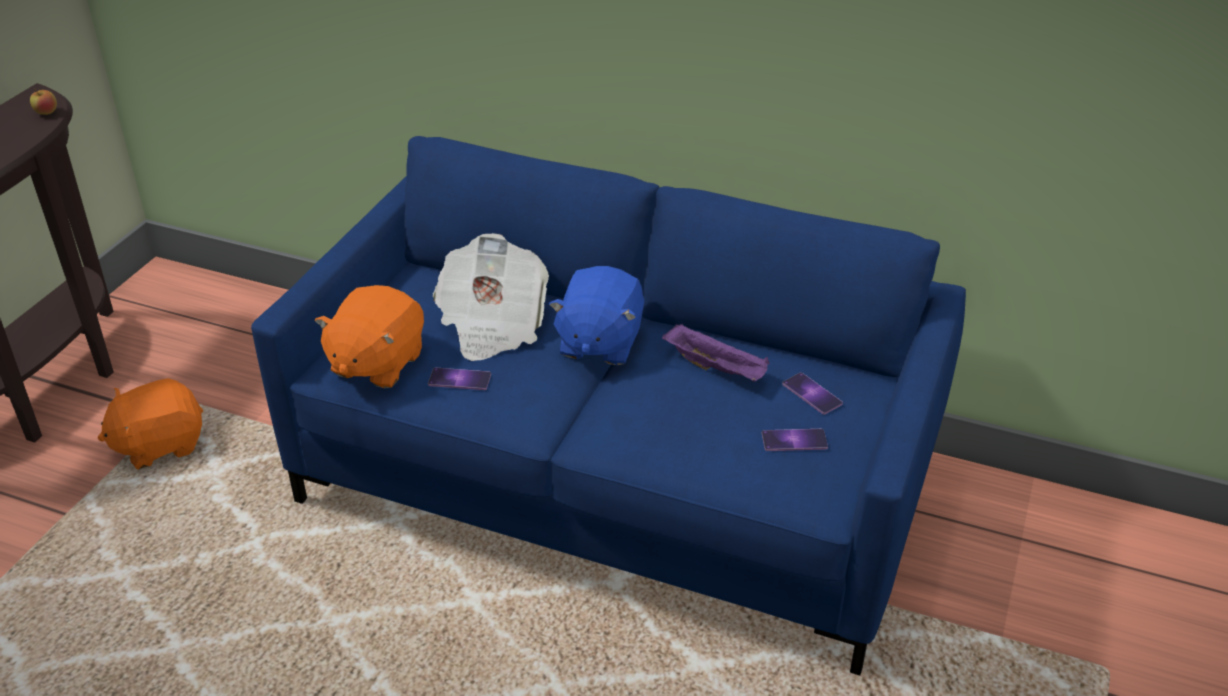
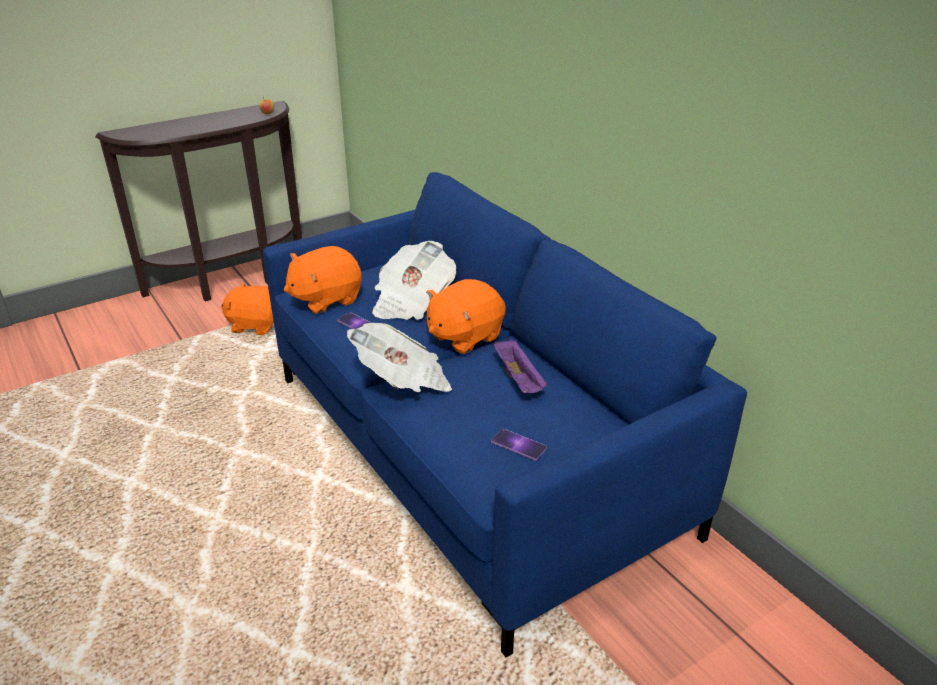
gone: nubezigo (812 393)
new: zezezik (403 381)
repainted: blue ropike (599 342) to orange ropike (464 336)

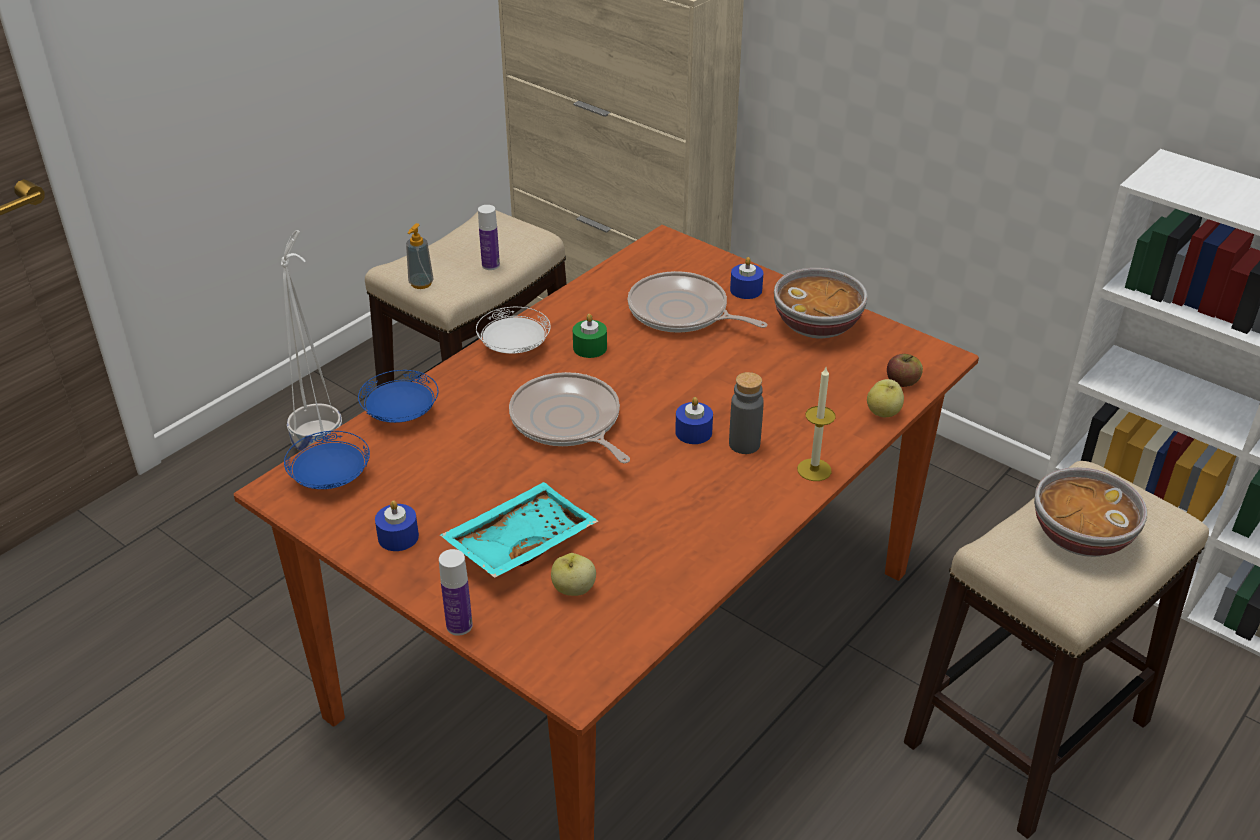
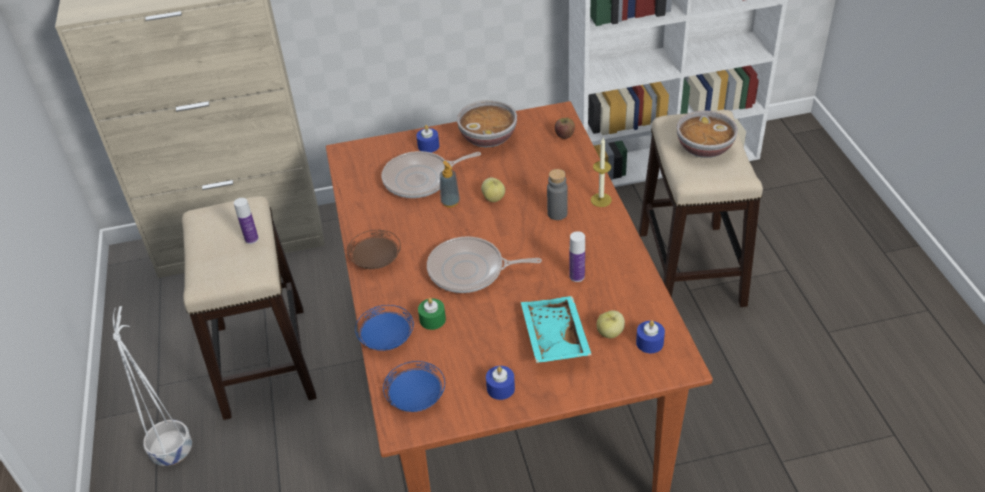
shifted: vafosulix (421 283) to (450 202); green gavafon (590 348) to (432 319); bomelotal (884 412) to (493 198); blue gavafon (693 432) to (649 342); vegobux (459 625) to (577 276)
repainted: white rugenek (515 347) to brown rugenek (376 260)

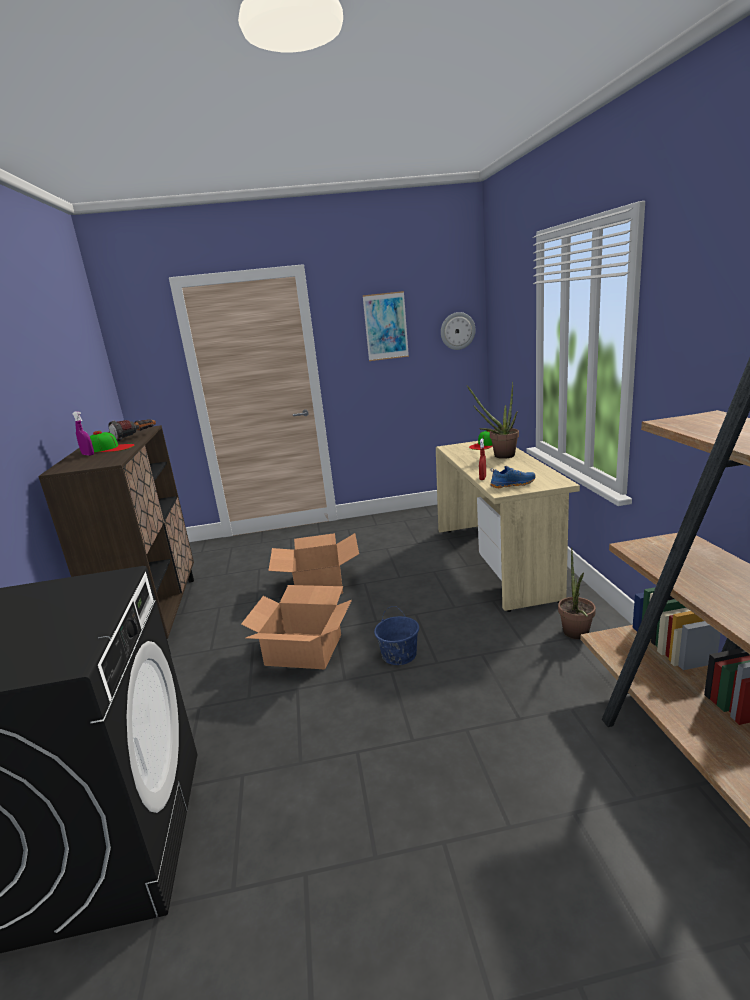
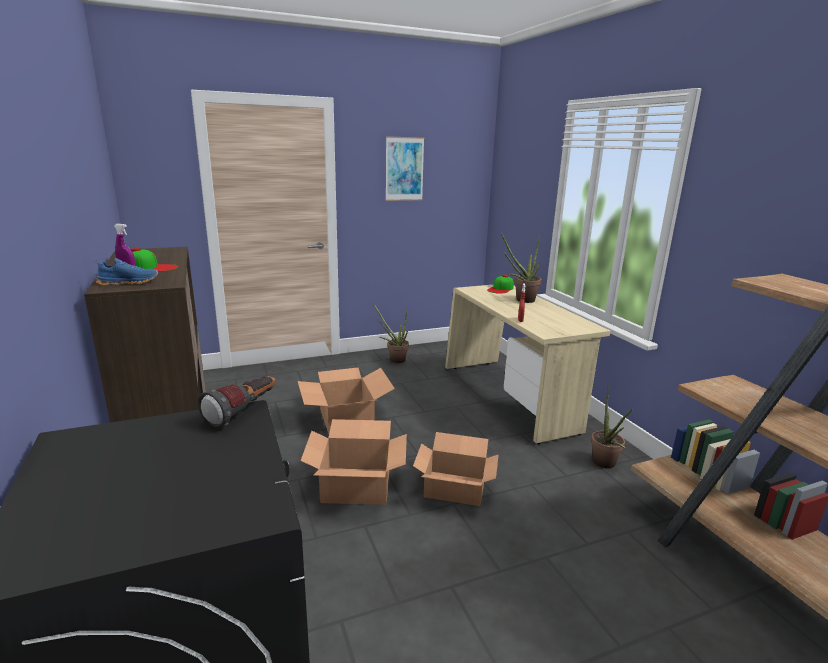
gone: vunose (457 331)
new: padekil (394 359)
shifted: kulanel (136 437) to (244 412); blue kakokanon (512 484) to (129 282)
swapped: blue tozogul (399 654) to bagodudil (454 487)

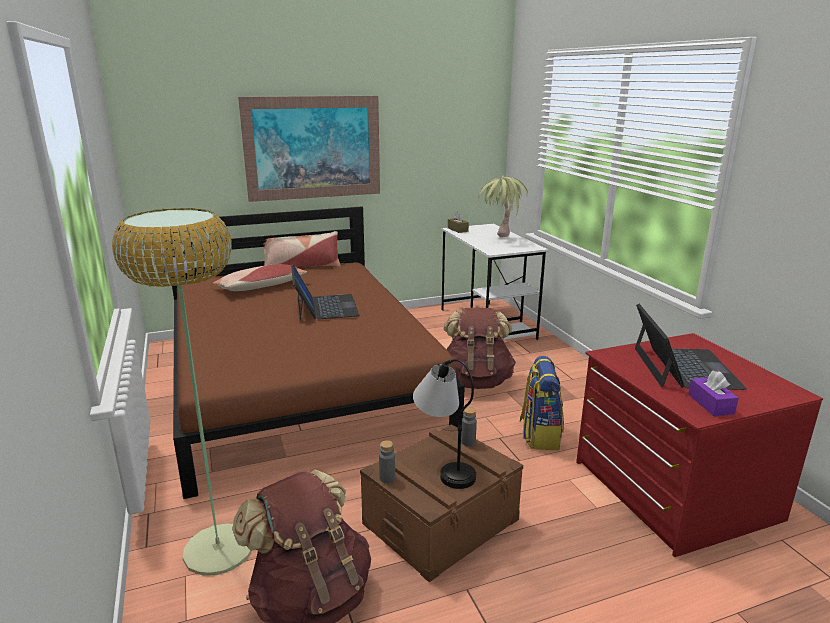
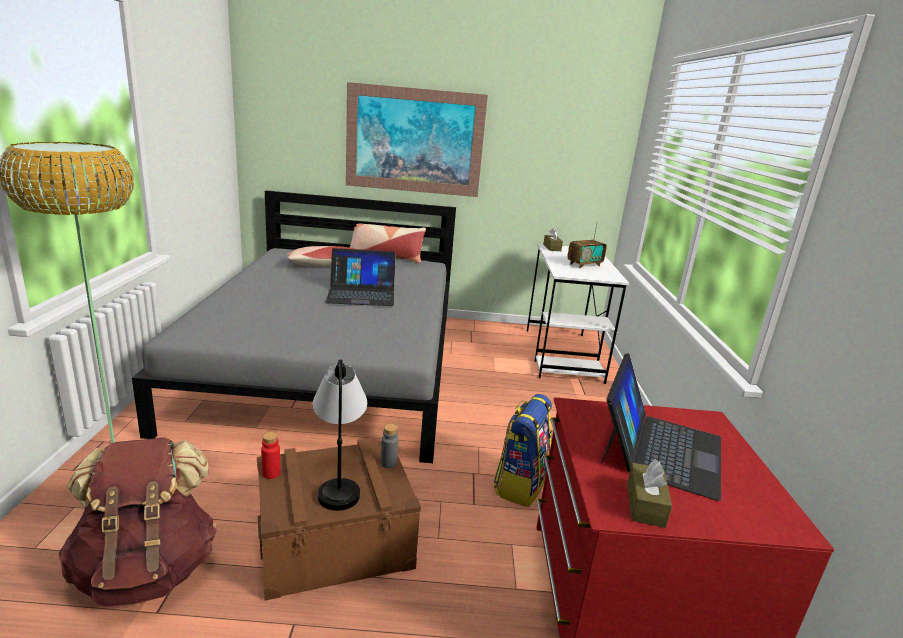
gone: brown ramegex (476 381)
swapped: padekil (499 240) to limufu (584 265)
repainted: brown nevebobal (300 381) to grey nevebobal (332 363); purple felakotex (710 404) to brown felakotex (645 504); grey vegobux (387 478) to red vegobux (271 473)
rotated: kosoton (325 307) = (361 294) 75 degrees clockwise

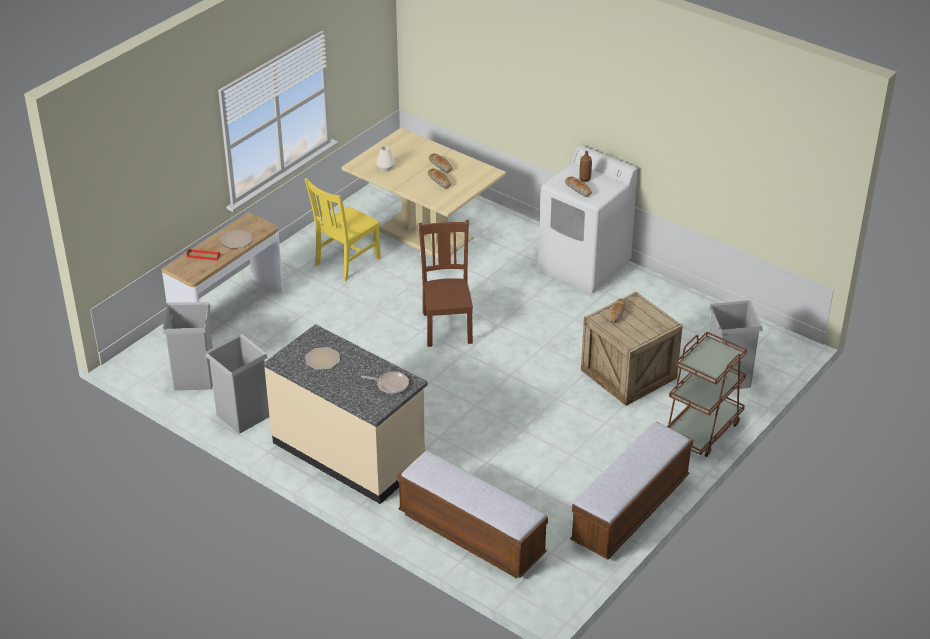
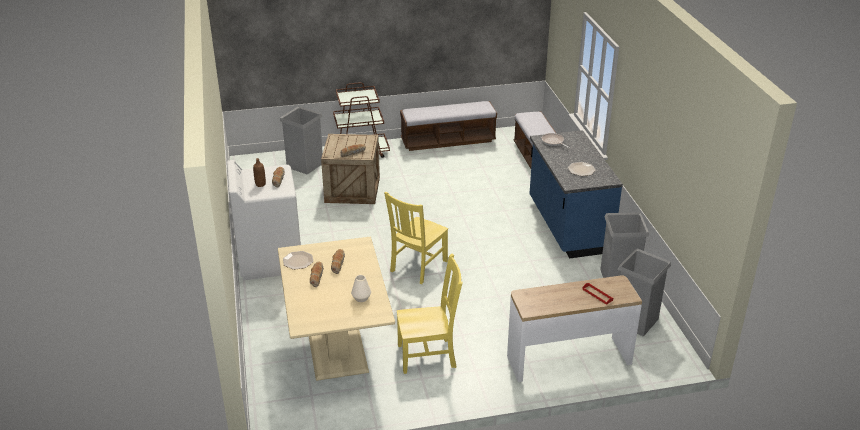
shifted: rugenek (236 240) to (298 261)
repainted: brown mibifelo (447 326) to yellow mibifelo (417 267); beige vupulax (349 452) to blue vupulax (567 226)

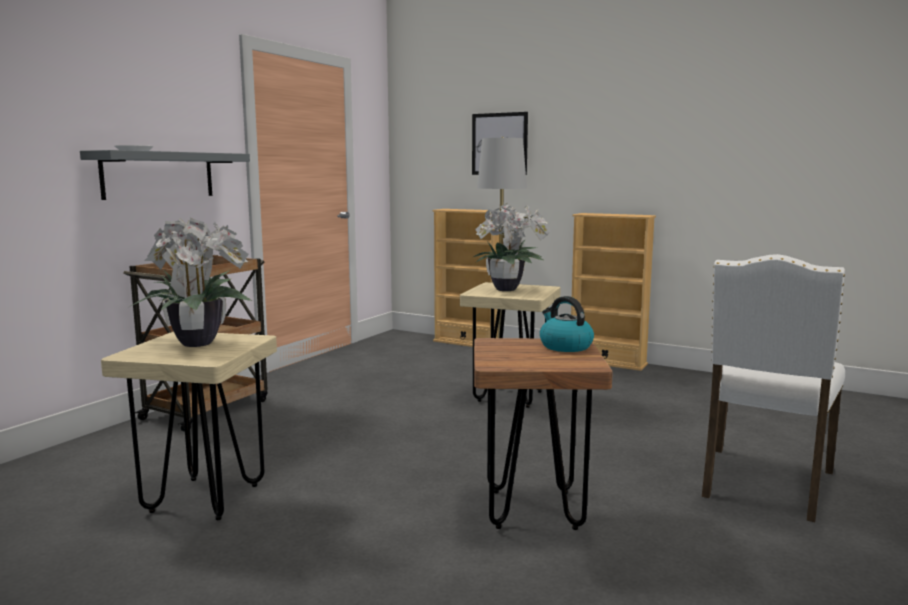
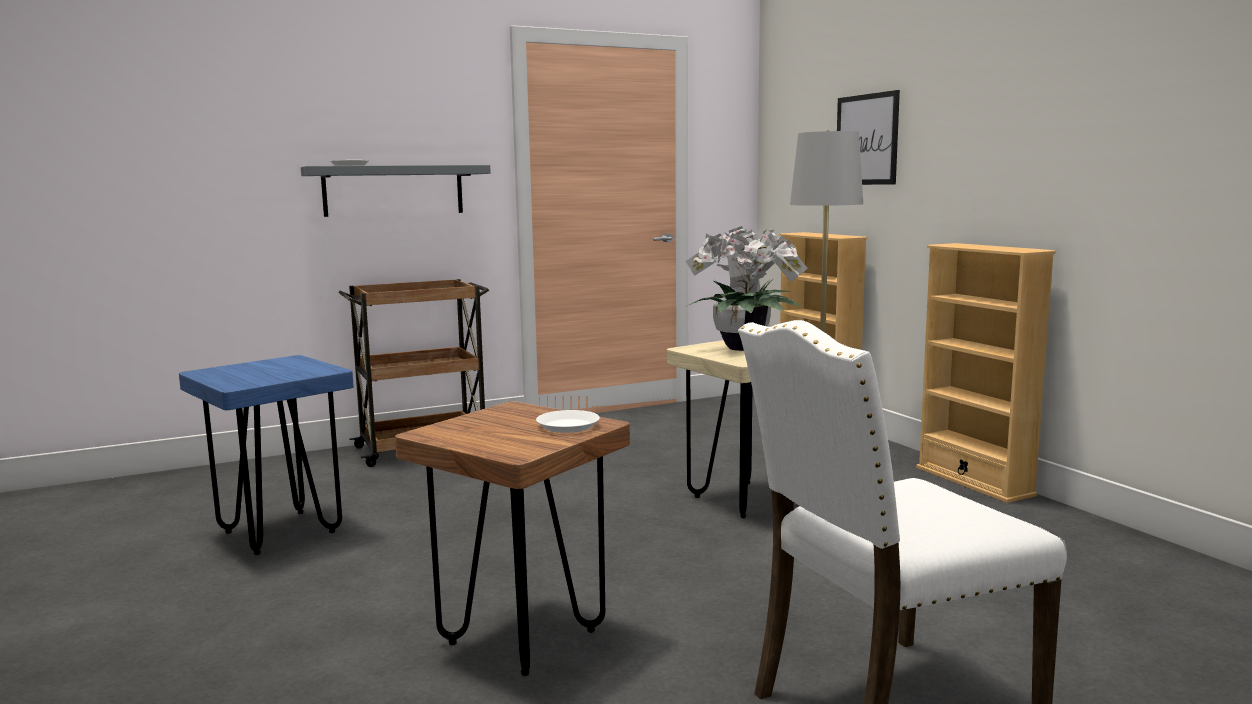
gone: padekil (195 343)
swapped: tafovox (565 346) to white rugenek (568 426)
repainted: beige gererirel (205 498) to blue gererirel (280 532)

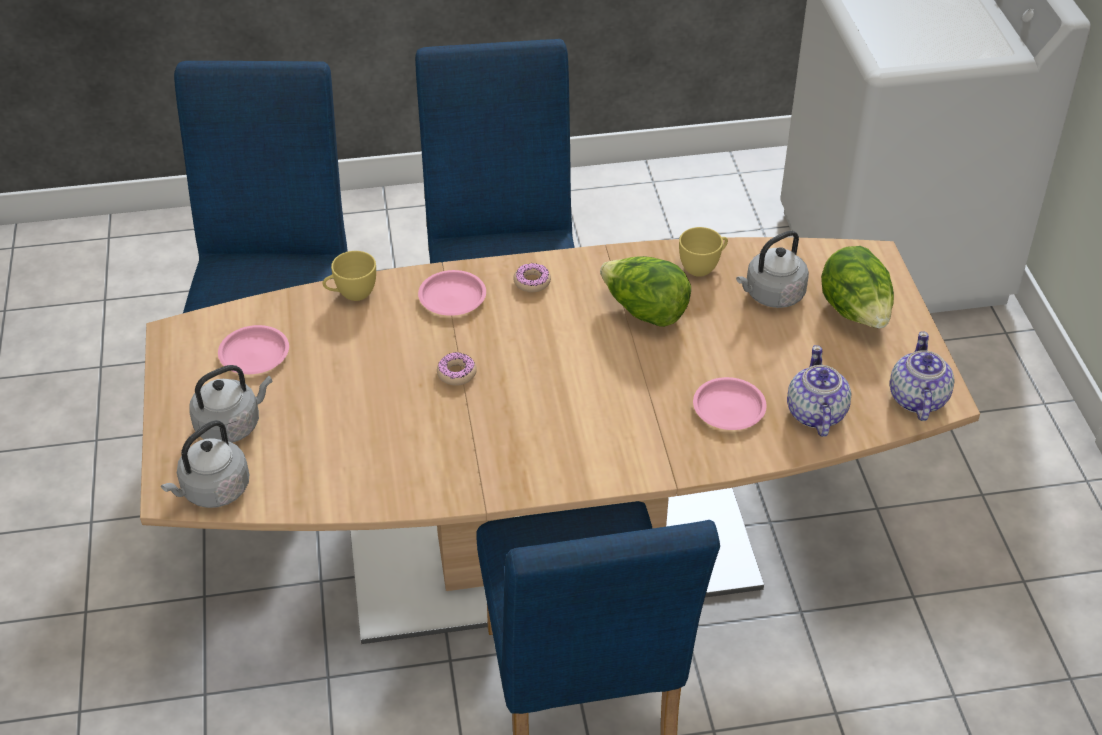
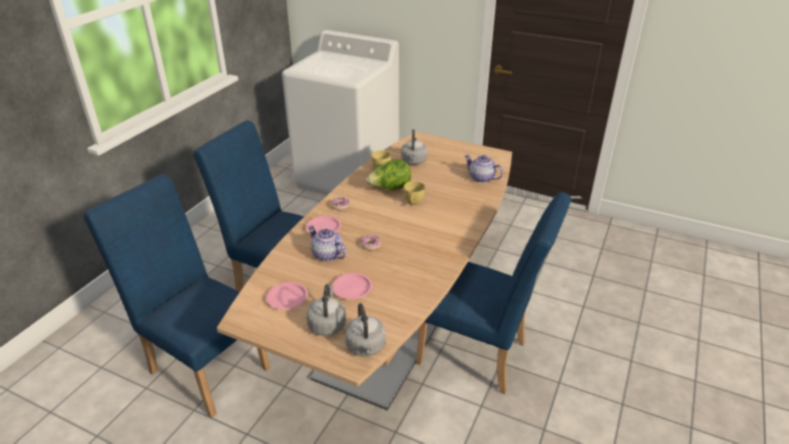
gone: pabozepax (855 313)
shifted: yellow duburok (351 294) to (413 203); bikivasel (916 399) to (327 255); pink rugenek (729 408) to (352 288)

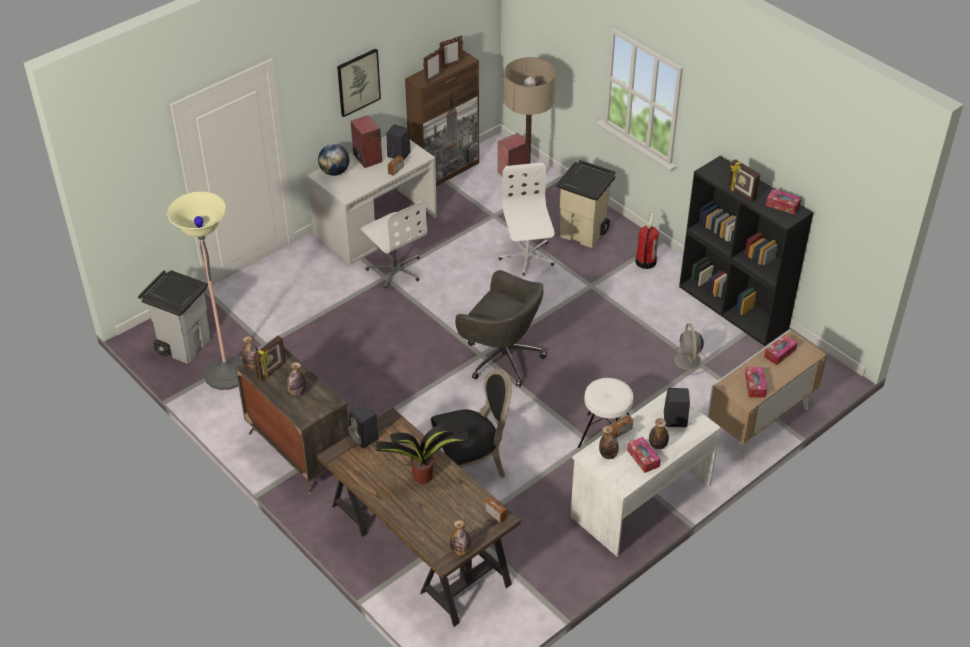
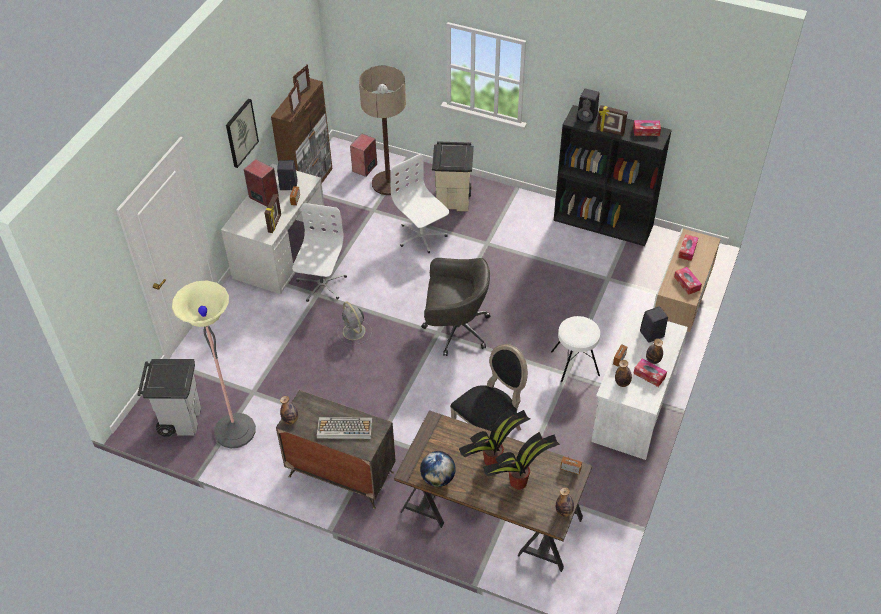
gone: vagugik (645 261)
new: padekil (519 481)
shifted: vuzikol (334 172) to (438 478); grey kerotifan (688 361) to (354 332); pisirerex (272 371) to (275 223); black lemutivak (364 438) to (587 117)
swapped: vegobux (297 392) to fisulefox (344 428)
rotated: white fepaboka (395 269) = (321 285) 105 degrees counterclockwise

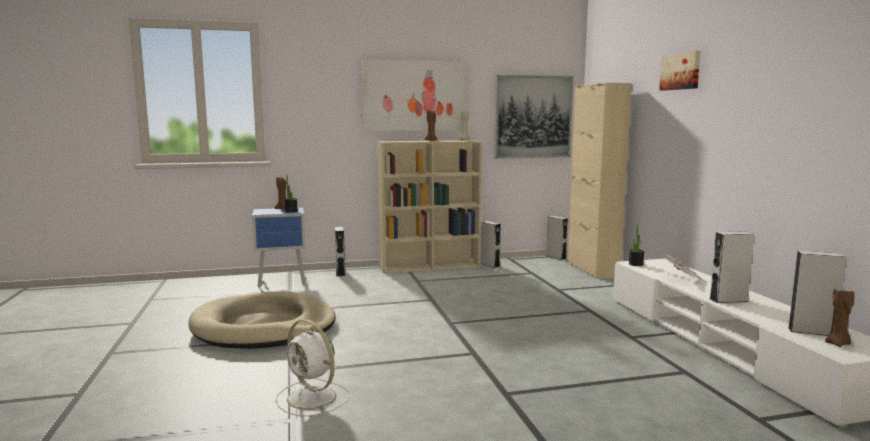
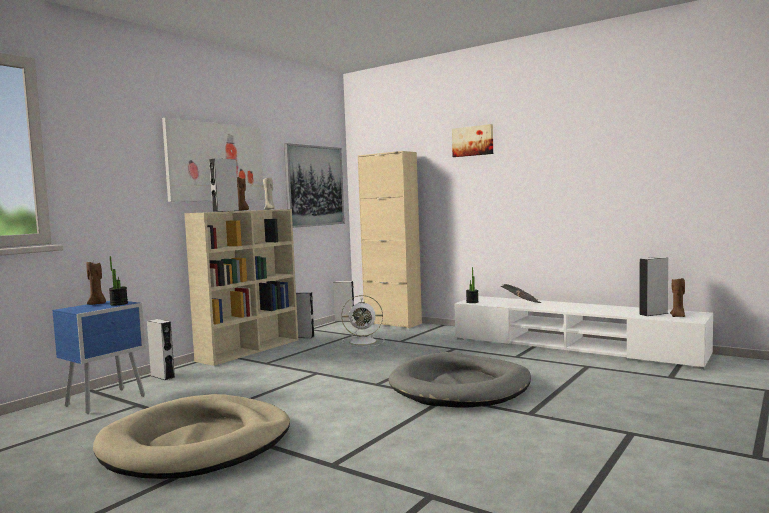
new: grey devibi (460 387)
shifted: grey lemutivak (728 300) to (225 211); white kerotifan (313 398) to (364 342)

